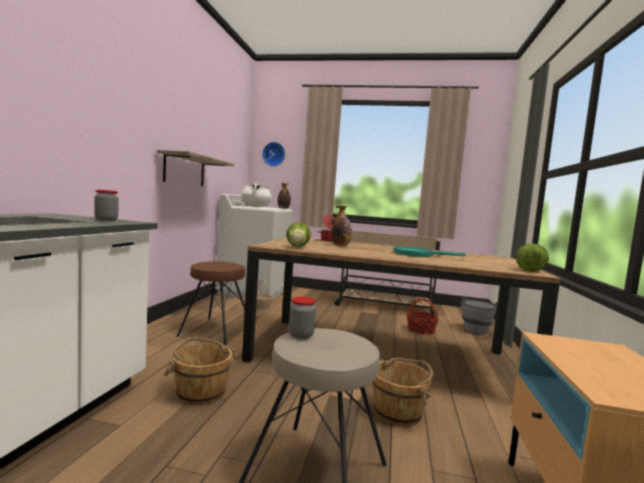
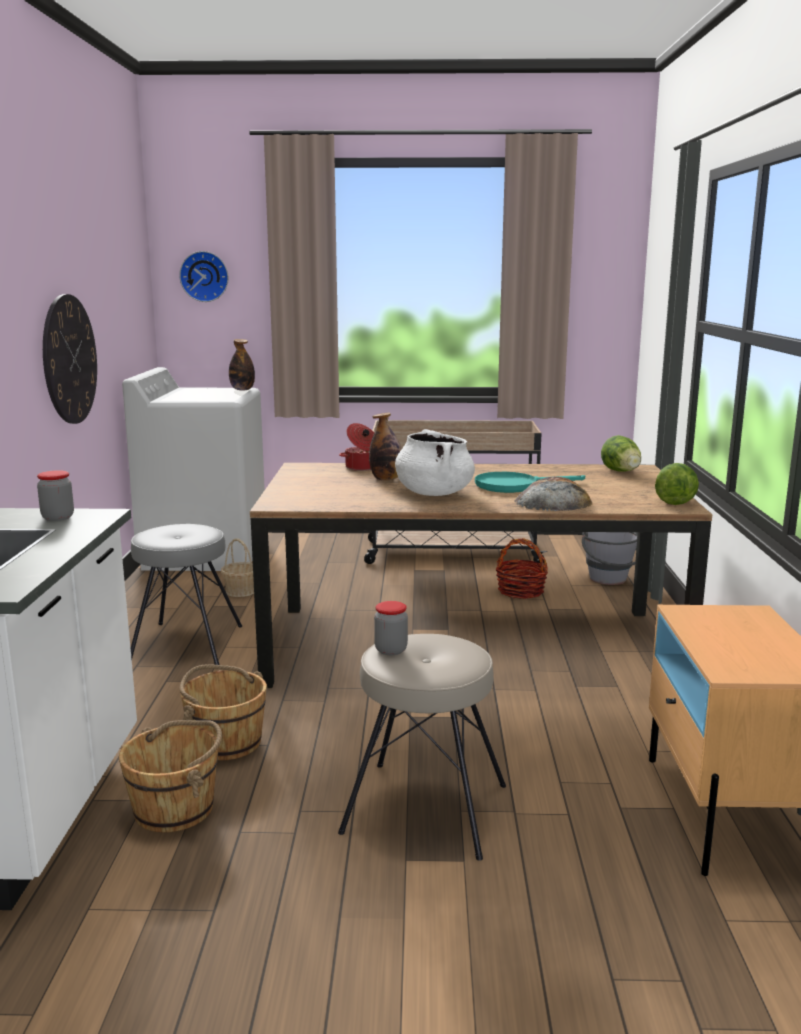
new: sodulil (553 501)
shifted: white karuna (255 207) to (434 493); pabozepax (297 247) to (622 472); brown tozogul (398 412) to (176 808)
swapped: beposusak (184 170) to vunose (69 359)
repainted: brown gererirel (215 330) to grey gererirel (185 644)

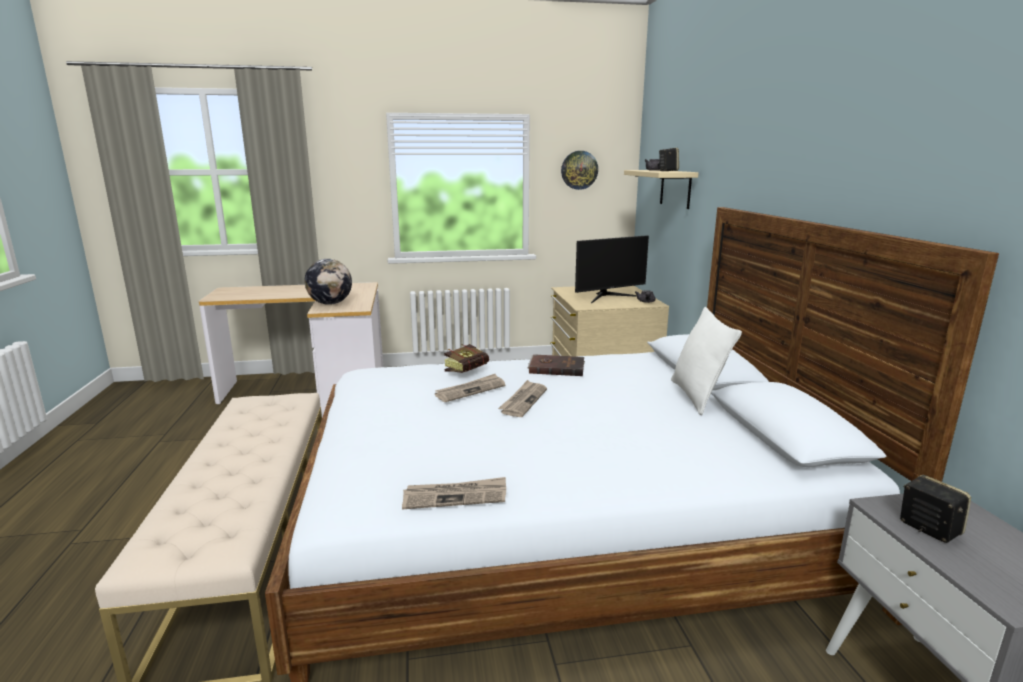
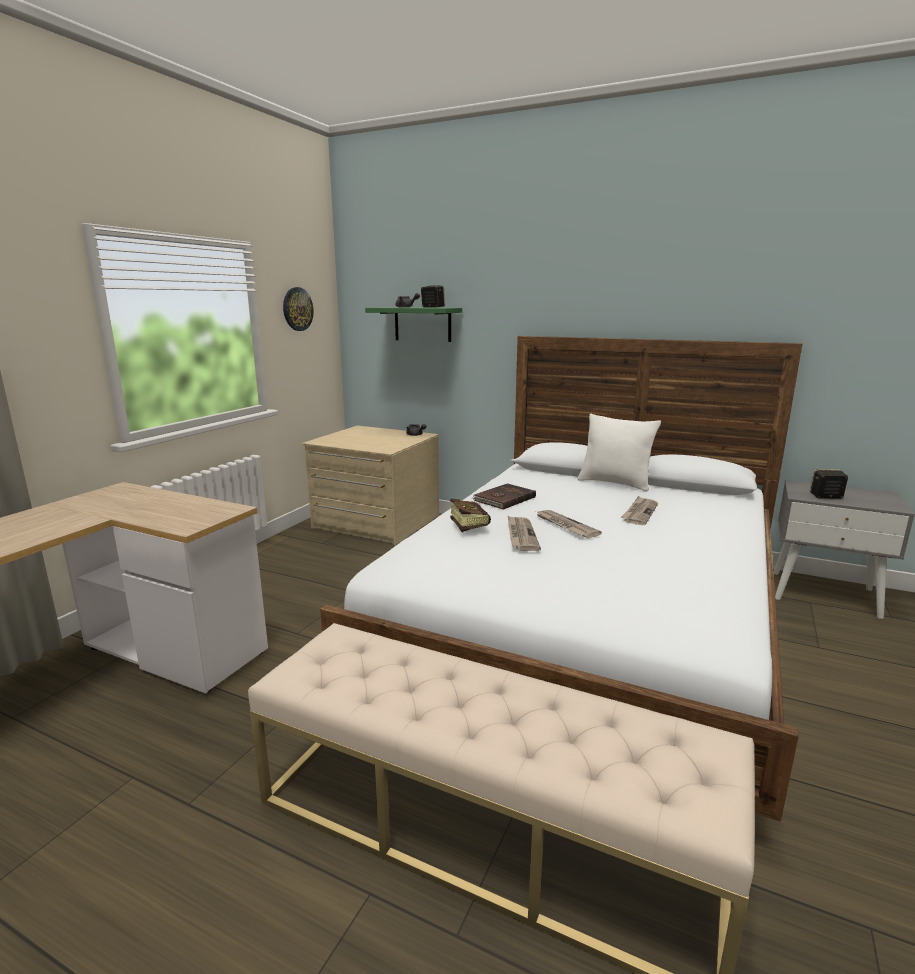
gone: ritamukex (608 297); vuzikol (330 303)
shifted: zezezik (455 496) to (639 512)
repainted: beige beposusak (675 188) to green beposusak (422 324)

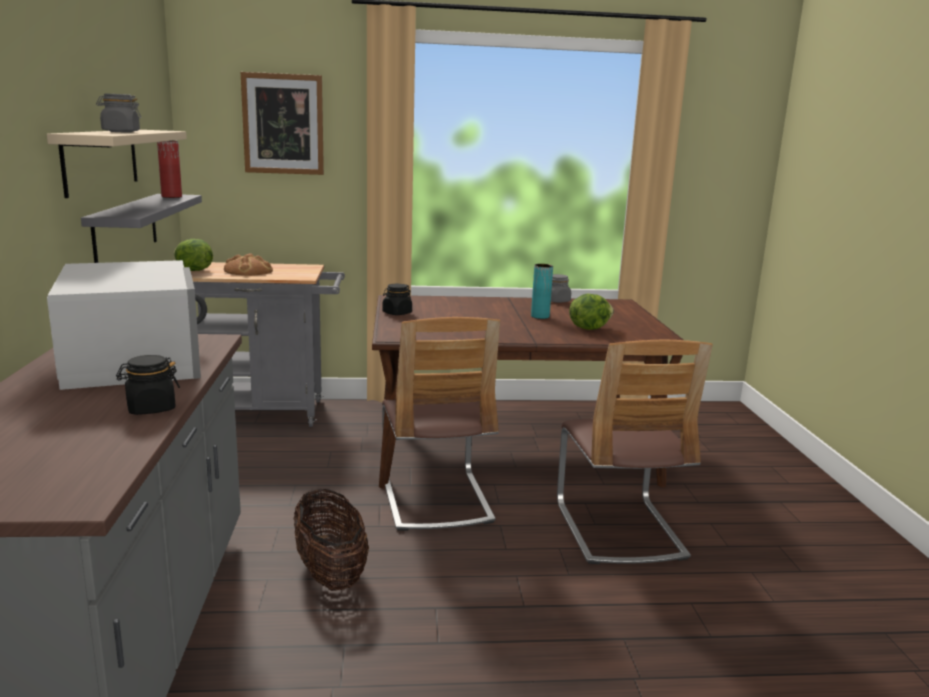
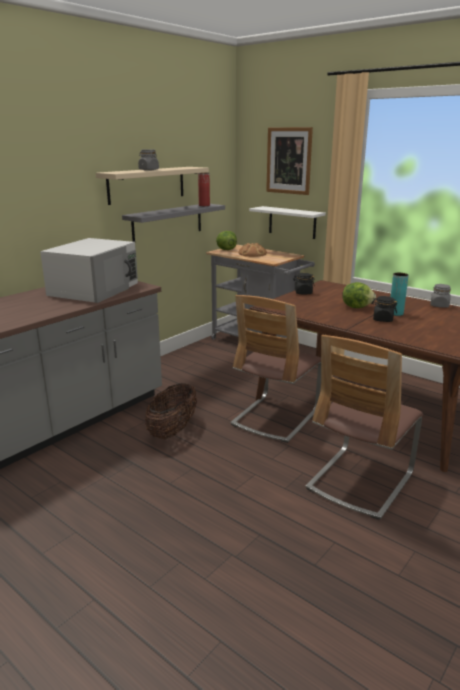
new: white beposusak (292 222)
shifted: pabozepax (588 328) to (356 307); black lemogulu (150 408) to (382 319)

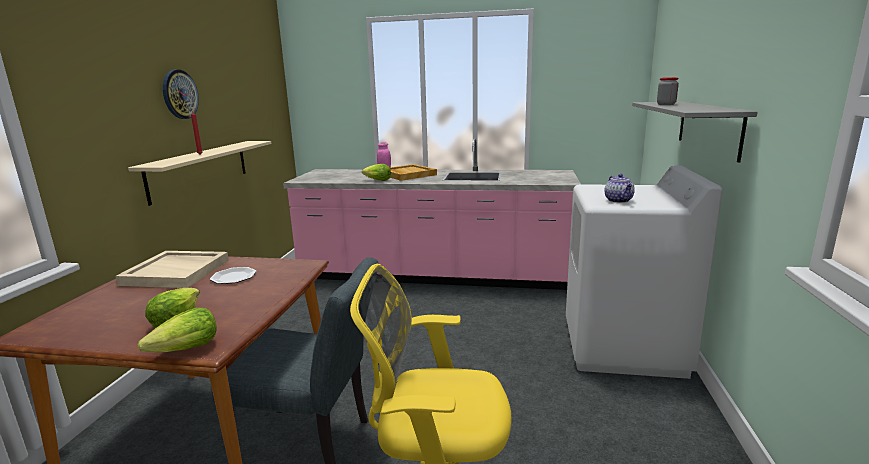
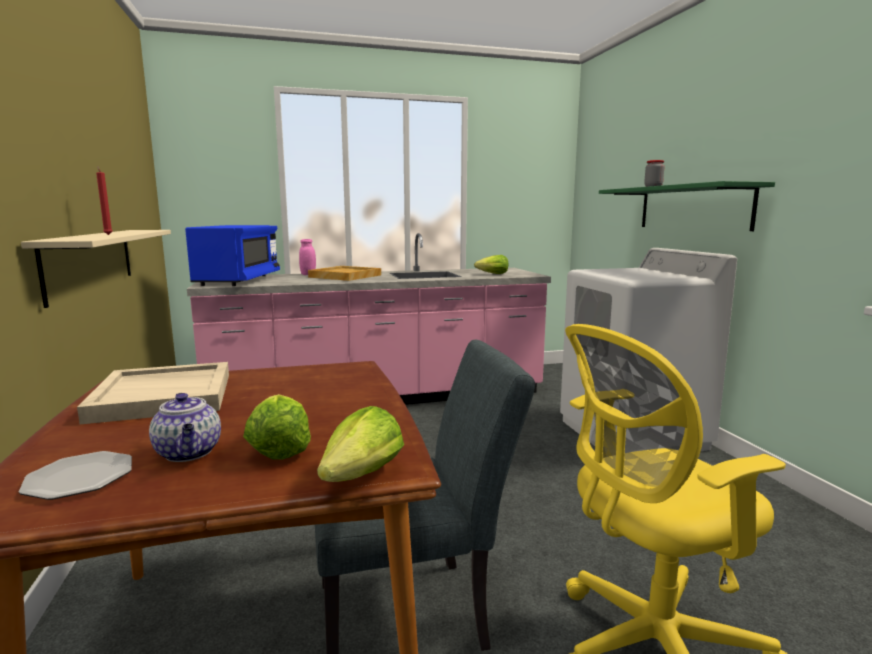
gone: vunose (179 94)
new: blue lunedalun (239 281)
shifted: pabozepax (377 180) to (493 274); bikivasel (619 201) to (189 453); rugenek (233 277) to (79 479)
repainted: grey beposusak (708 127) to green beposusak (692 208)

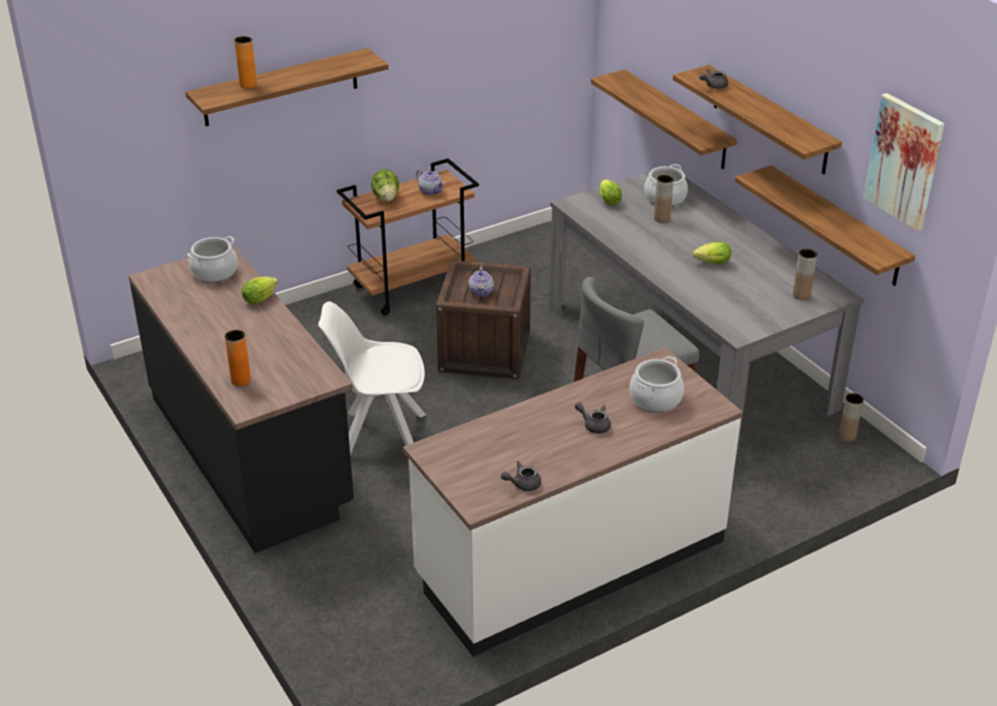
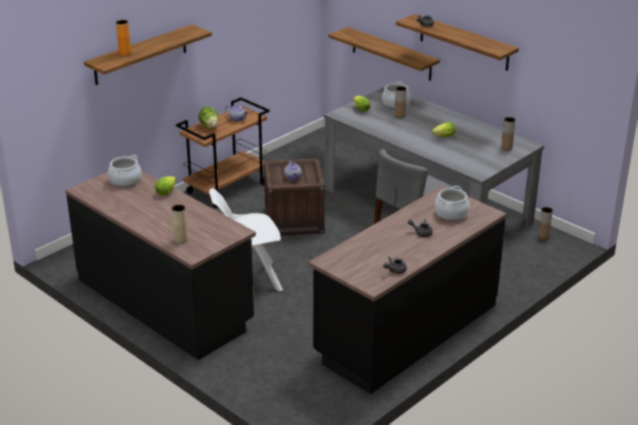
gone: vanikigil (904 161); beposusak (836 226)
repainted: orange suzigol (241 380) to beige suzigol (180 240); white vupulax (570 559) to black vupulax (405 330)

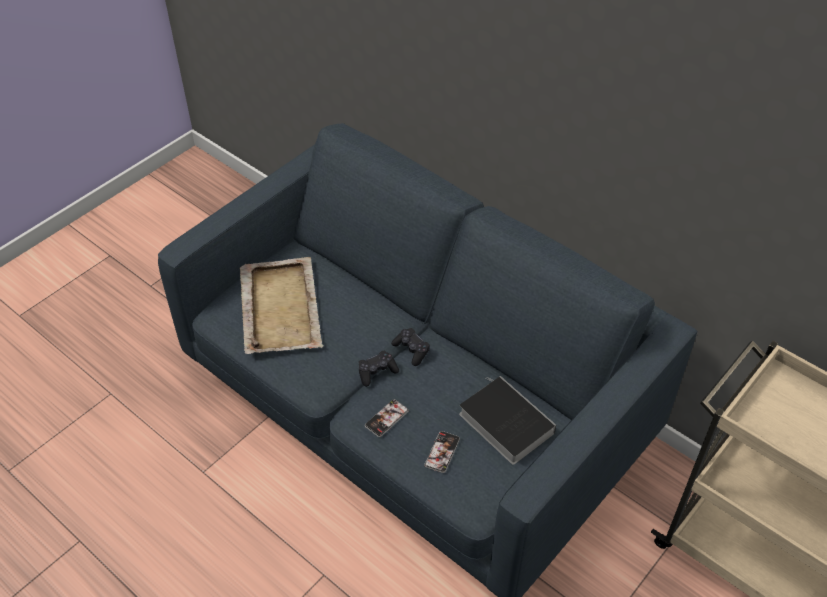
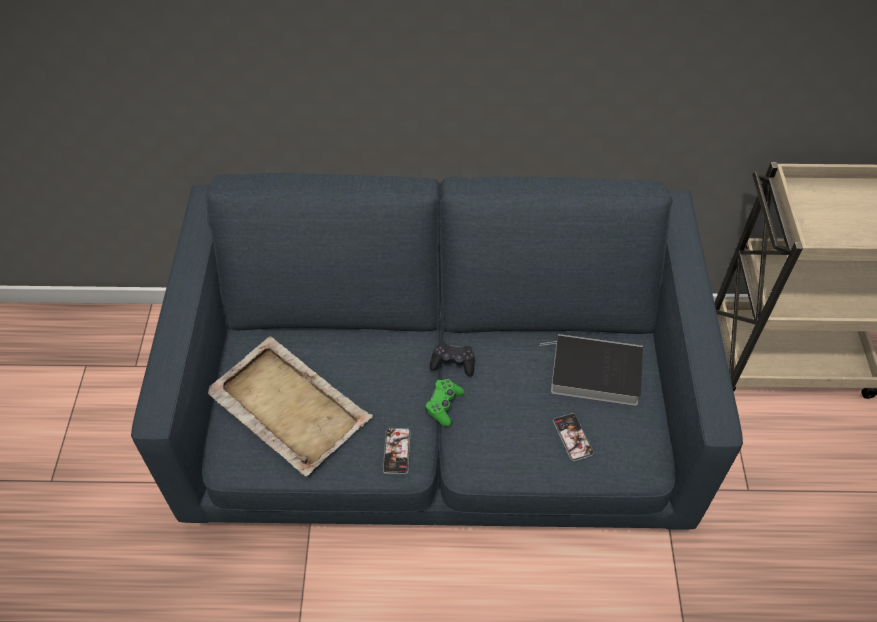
shifted: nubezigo (386 418) to (396 451)
repainted: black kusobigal (377 372) to green kusobigal (443 405)

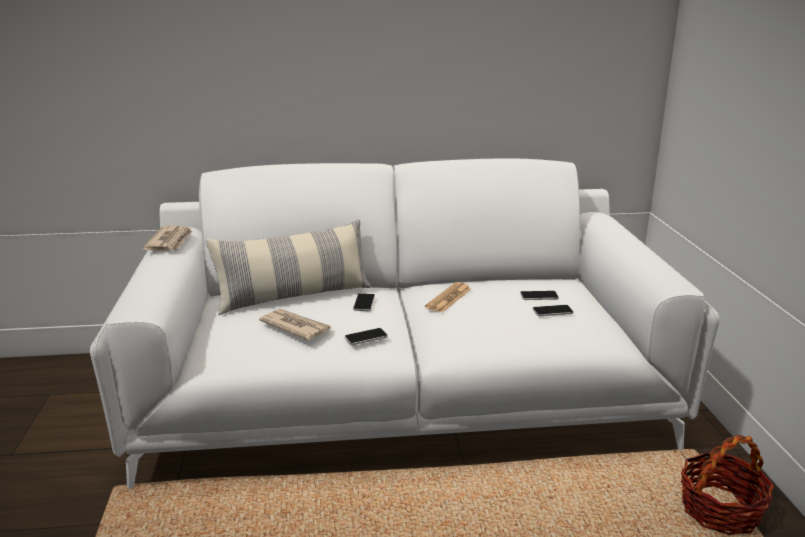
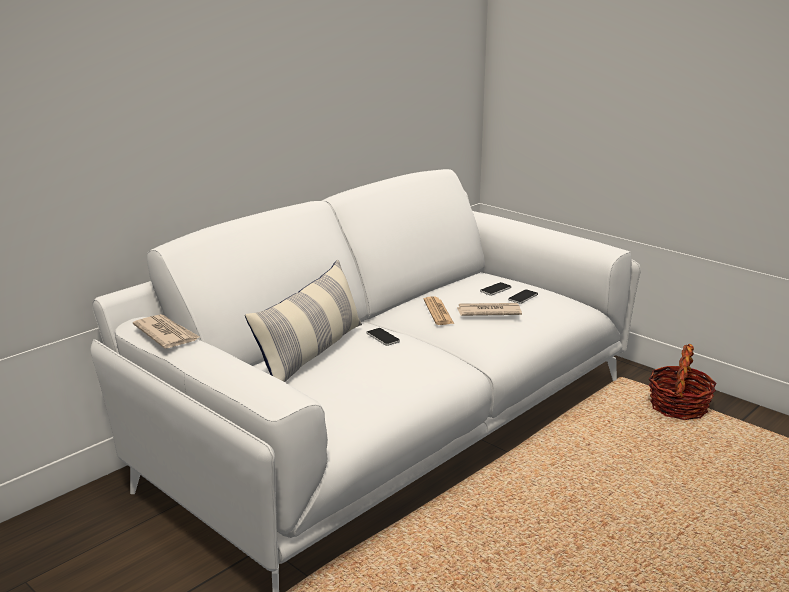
gone: nubezigo (366 337)
shifted: zezezik (295 327) to (488 312)

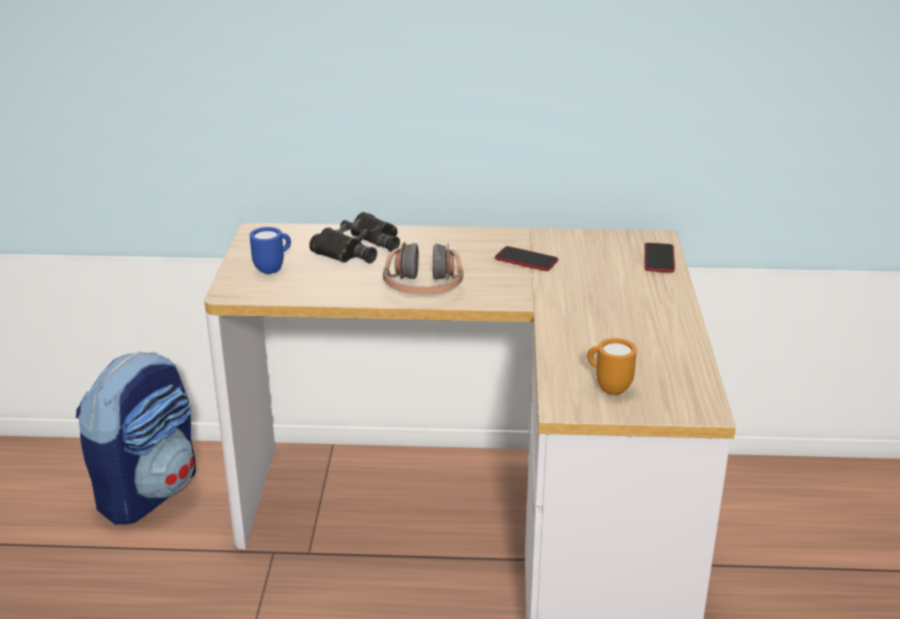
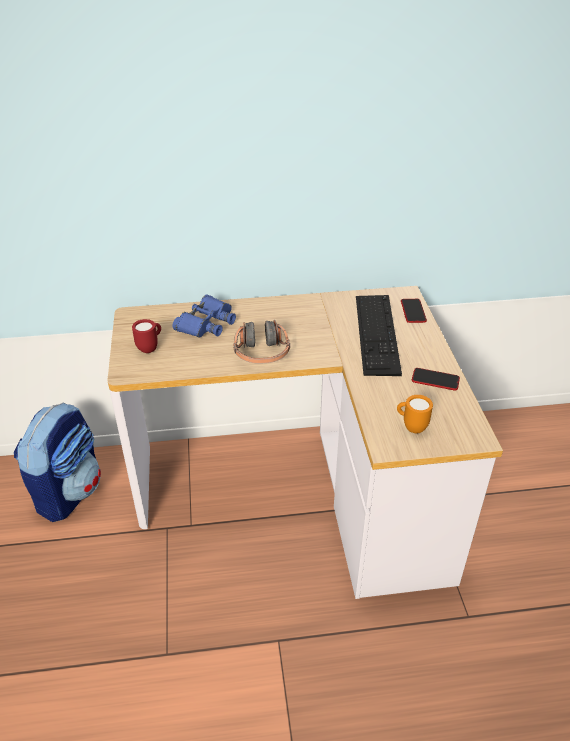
new: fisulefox (376 333)
shifted: nubezigo (526 260) to (435 380)
repainted: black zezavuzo (359 248) to blue zezavuzo (206 323); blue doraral (273 268) to red doraral (150 347)

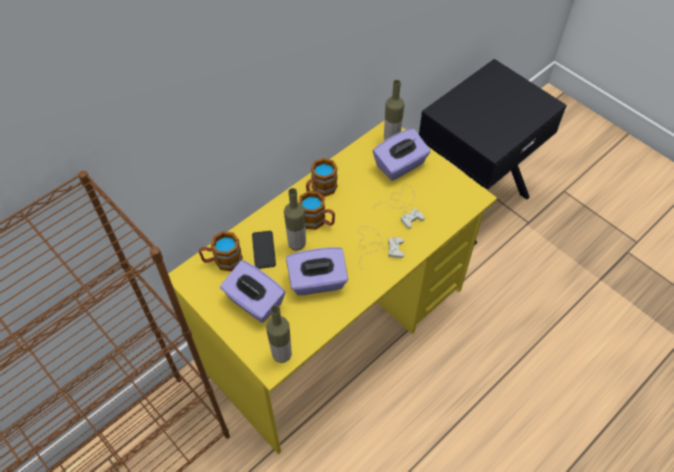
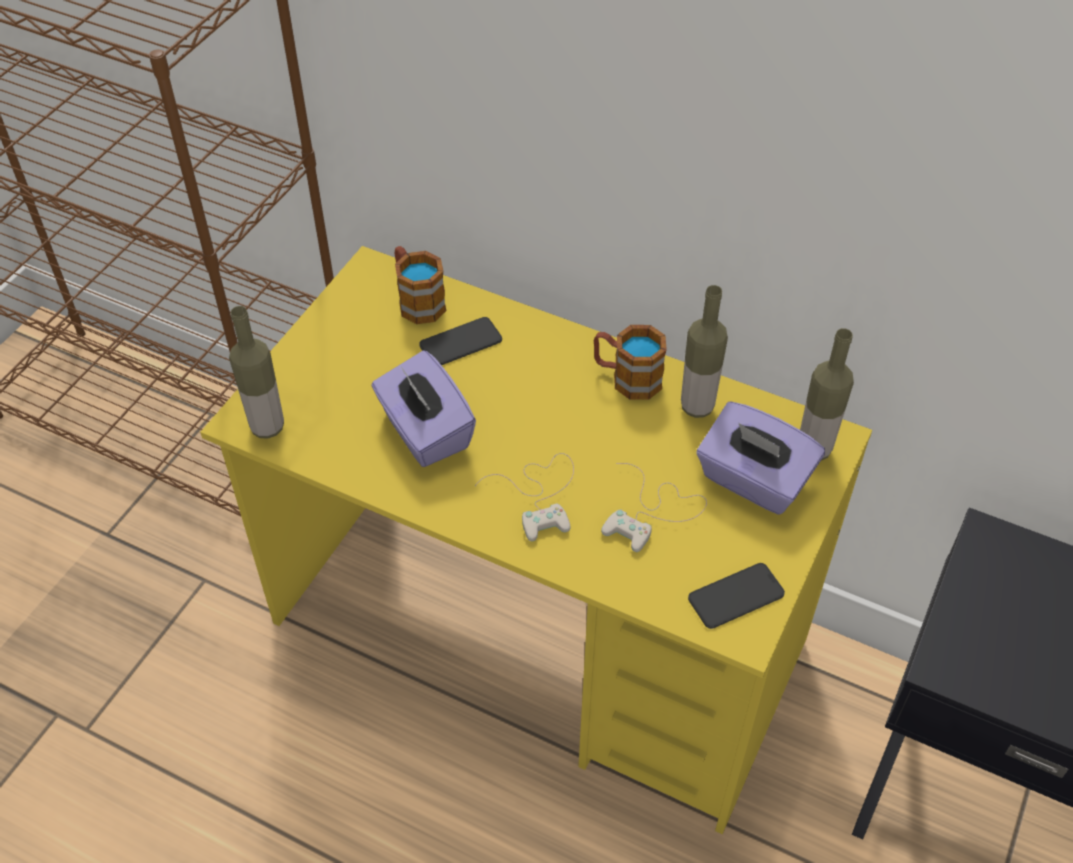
gone: doraral (317 221); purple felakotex (254 302)
new: nubezigo (736 596)
shifted: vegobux (297 244) to (697 406)

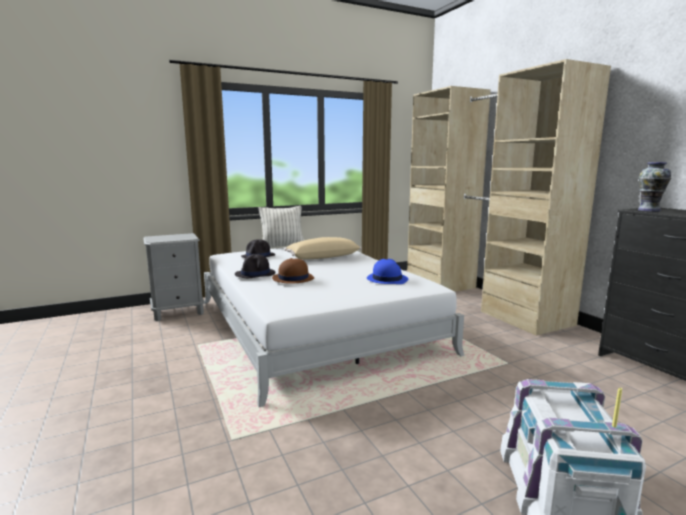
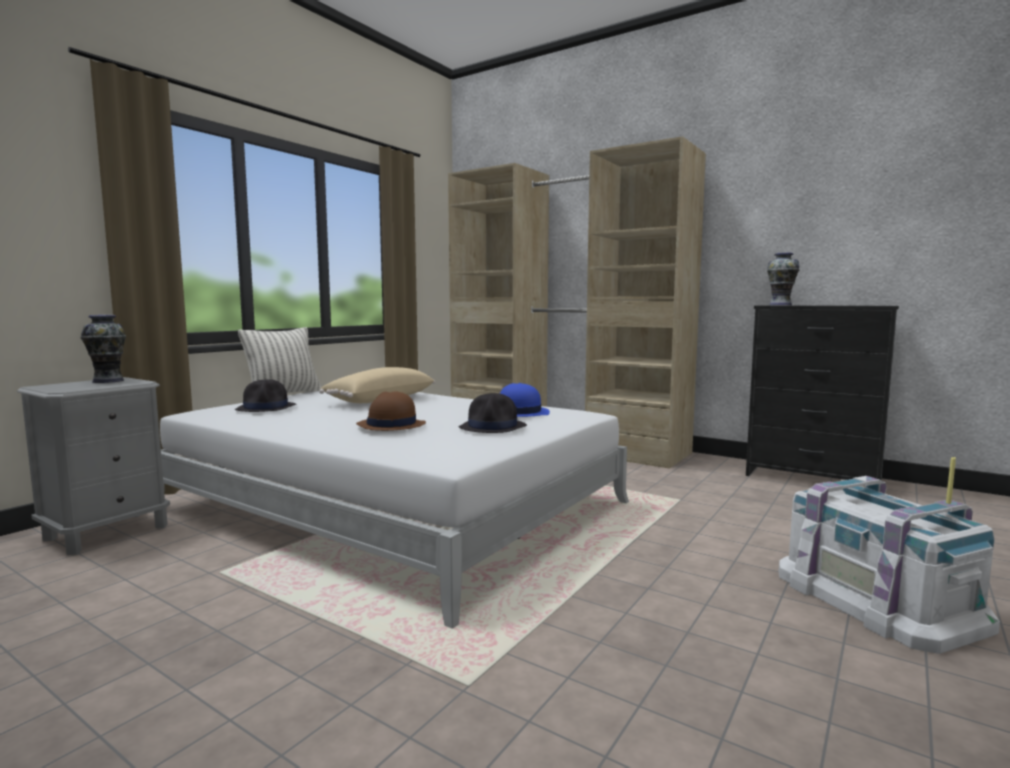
new: suzigol (108 381)
shifted: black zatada (255 274) to (493 427)

